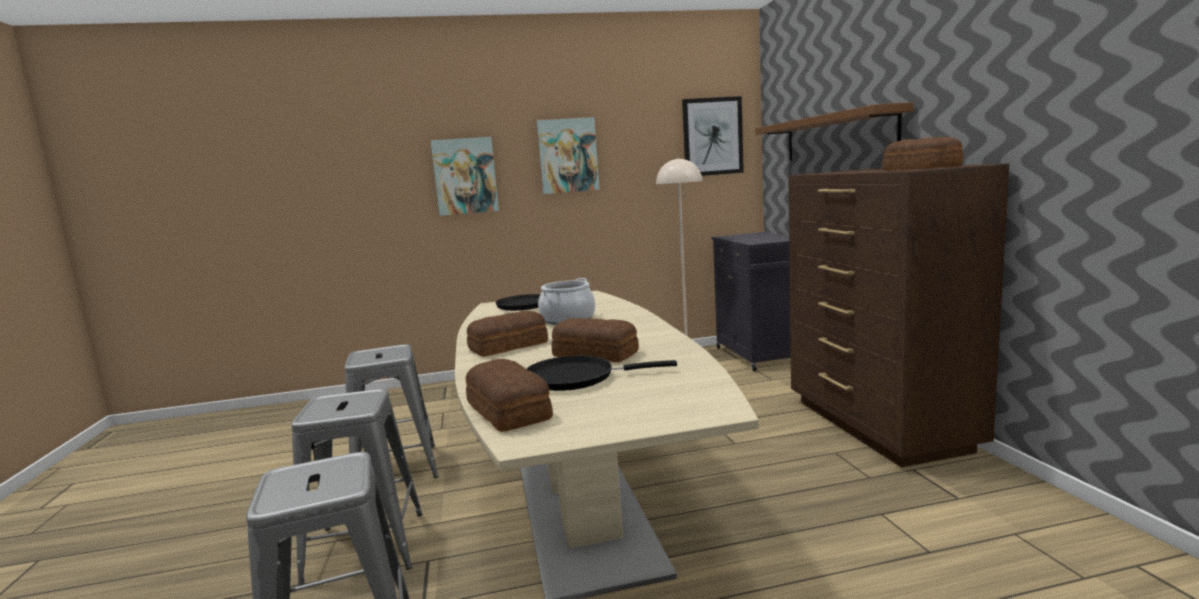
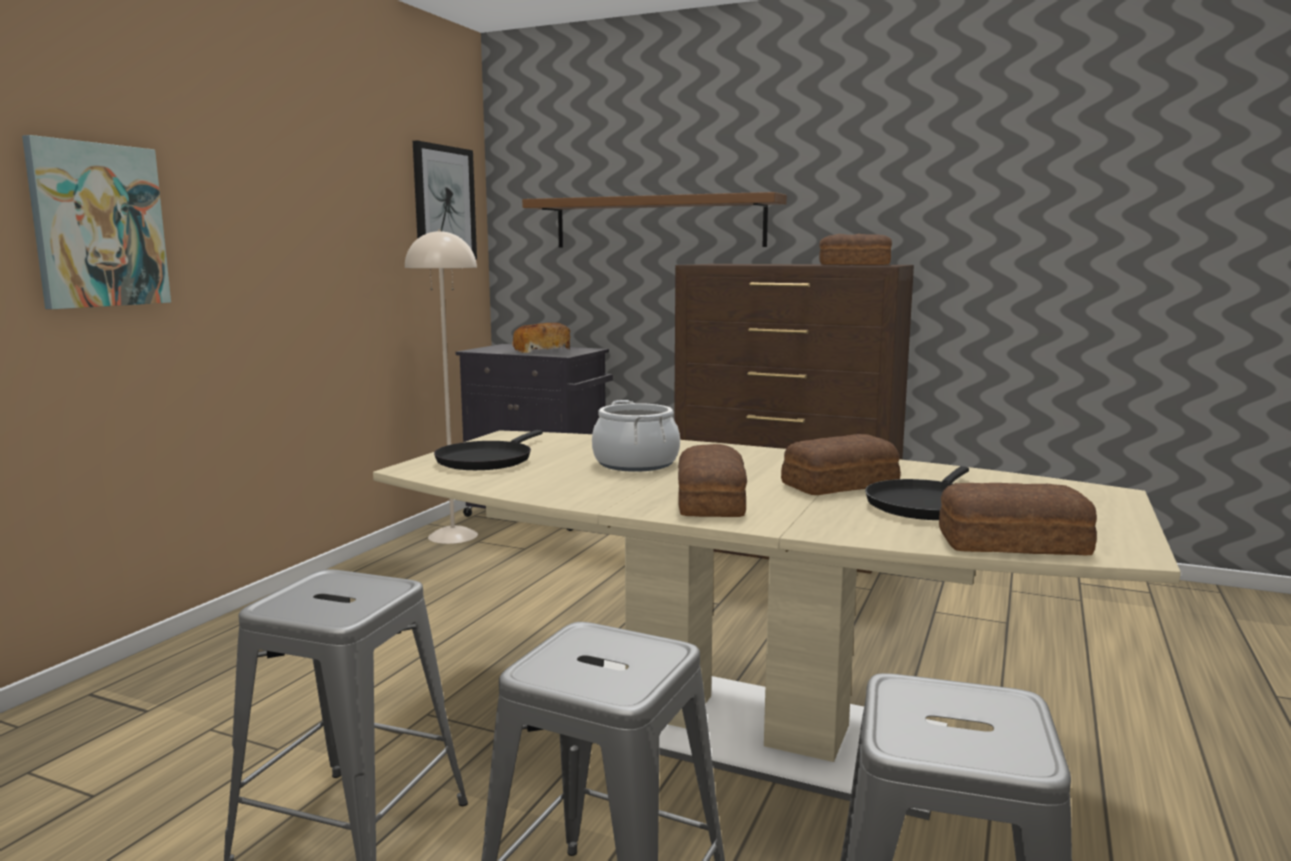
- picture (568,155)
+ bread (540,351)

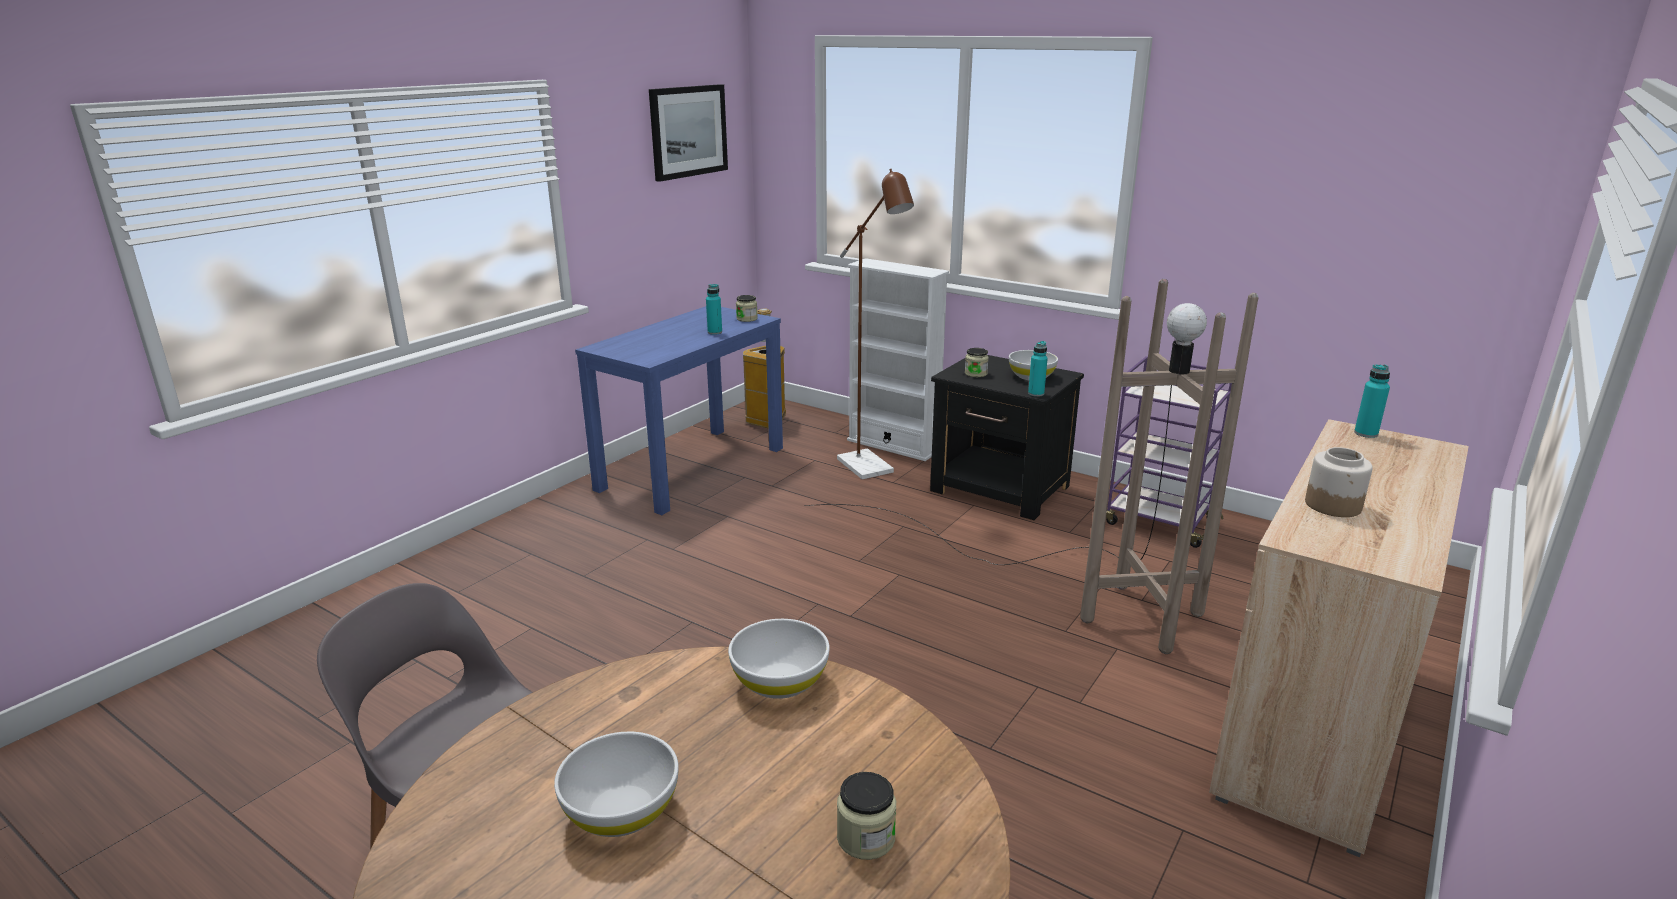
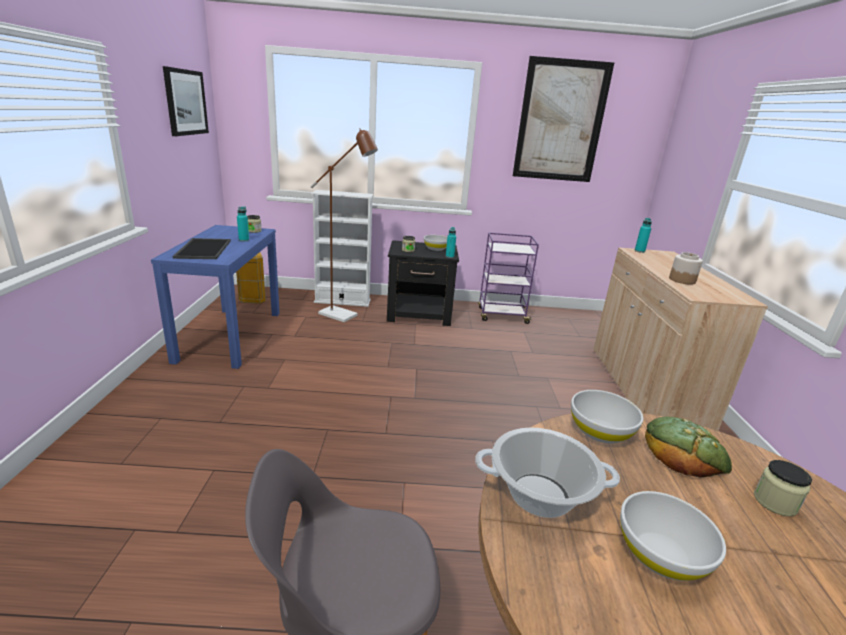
- brown floor lamp (1058,579)
+ tray (202,249)
+ cooking pot (540,495)
+ picture (560,121)
+ bread (684,451)

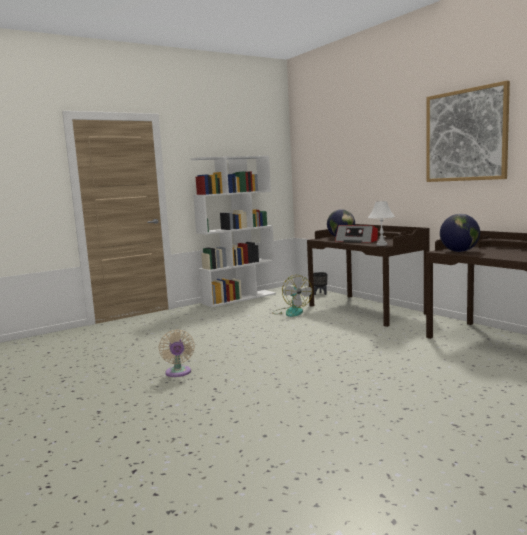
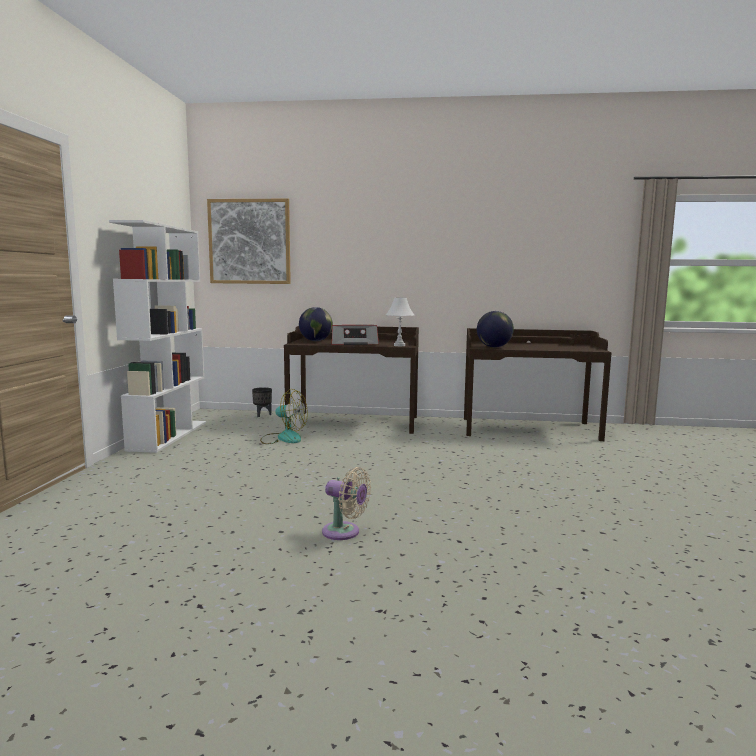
~ picture (465,135) to (249,242)

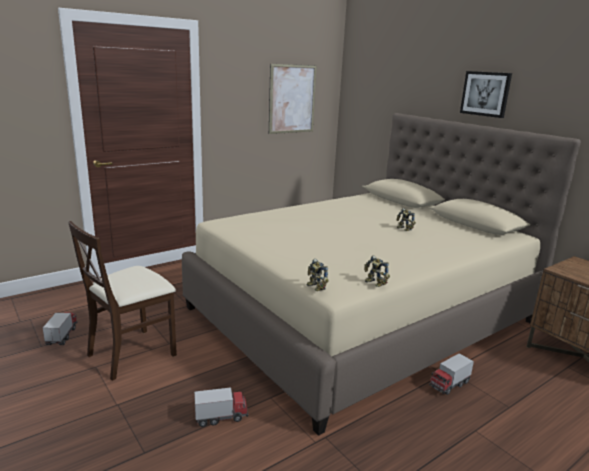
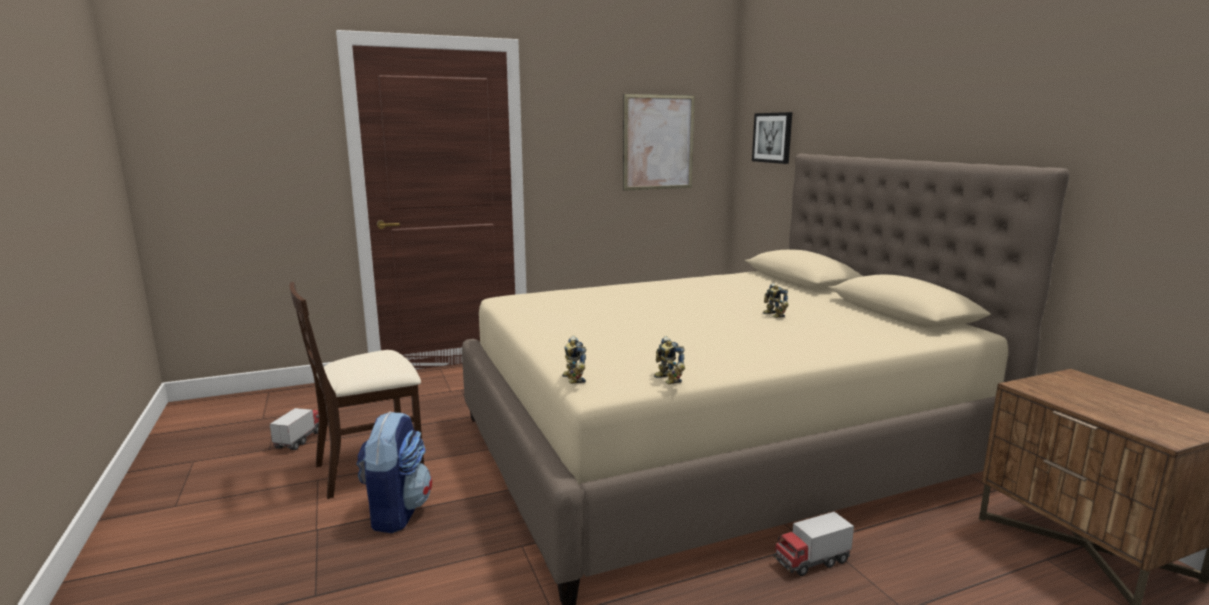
- toy truck (221,417)
~ picture (485,94) to (773,137)
+ backpack (396,512)

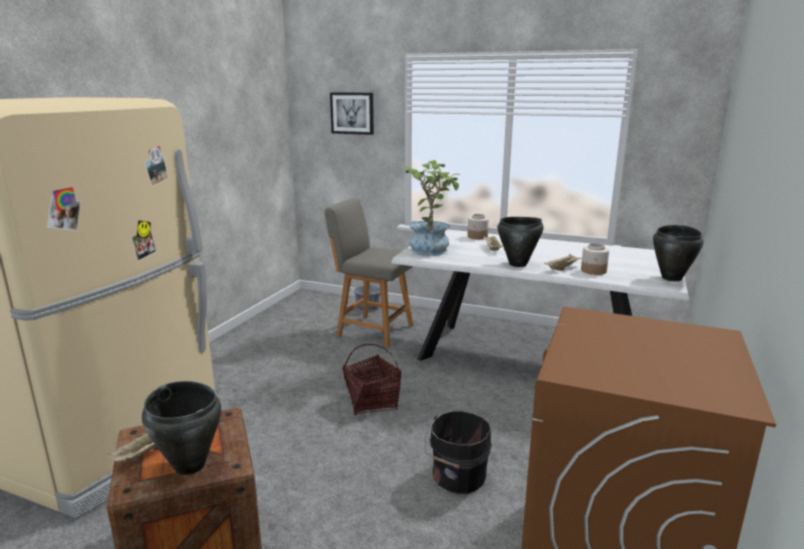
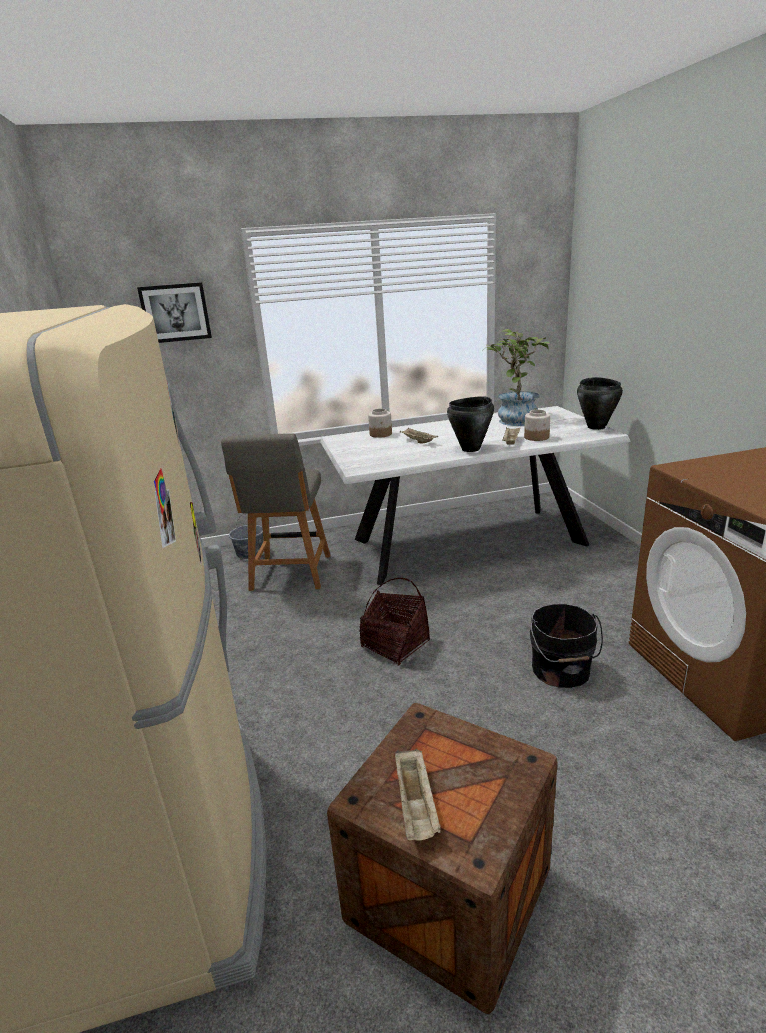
- black cooking pot (190,465)
~ grey chair (373,330) = (290,574) 75 degrees counterclockwise
~ potted plant (431,248) to (515,419)

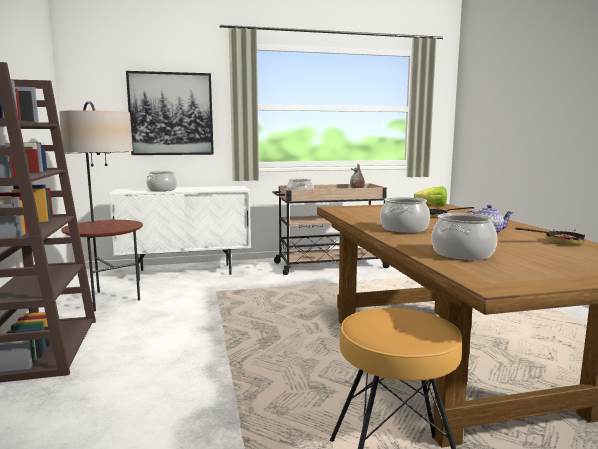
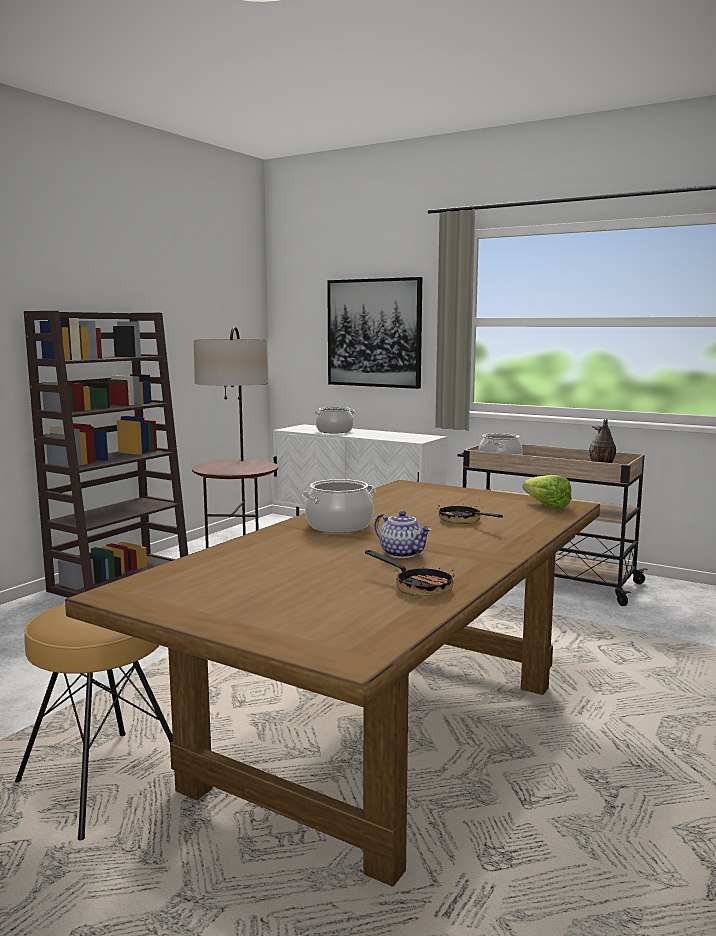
- cooking pot (462,254)

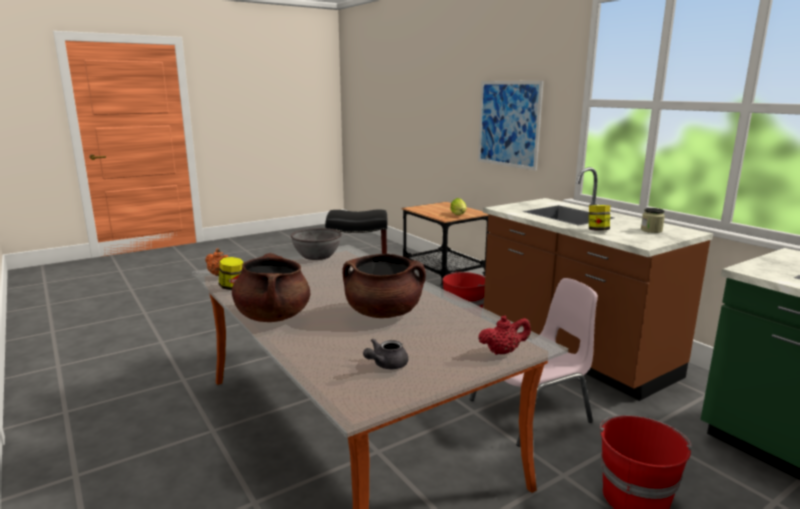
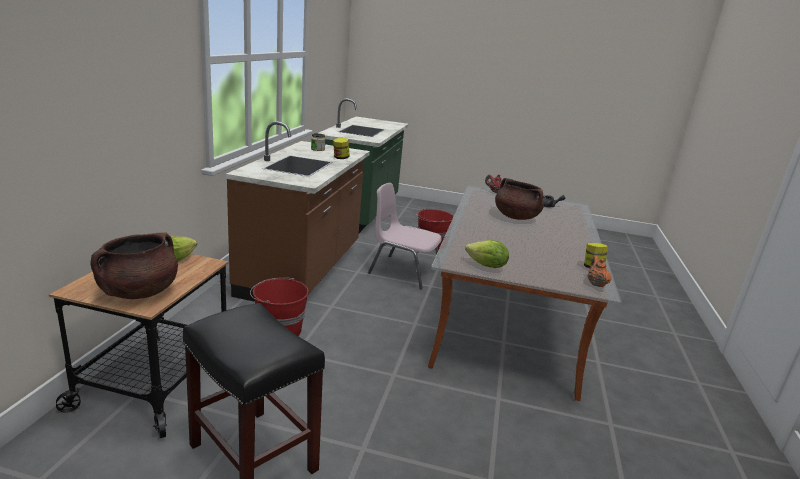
~ brown cooking pot (273,316) to (139,292)
~ grey bowl (317,256) to lettuce (486,266)
- picture (508,124)

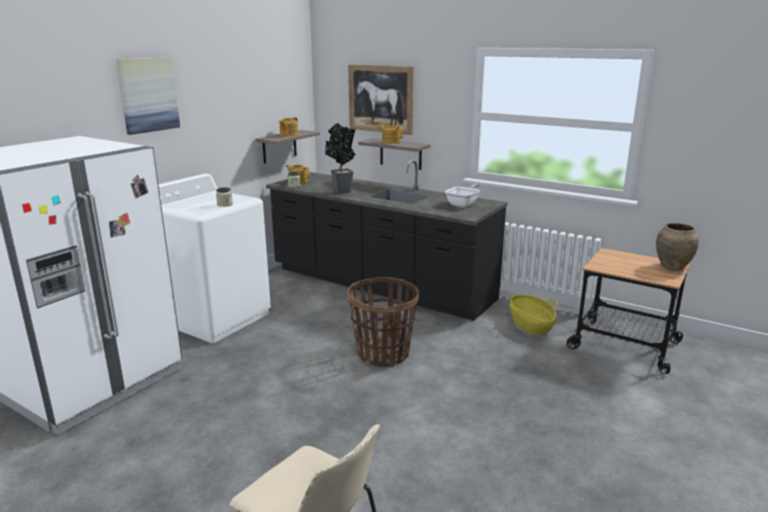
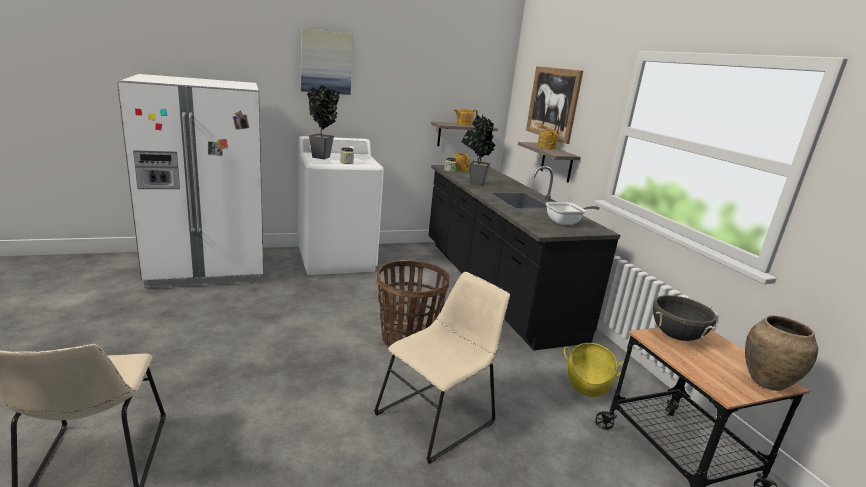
+ potted plant (322,158)
+ beige chair (438,416)
+ black cooking pot (676,336)

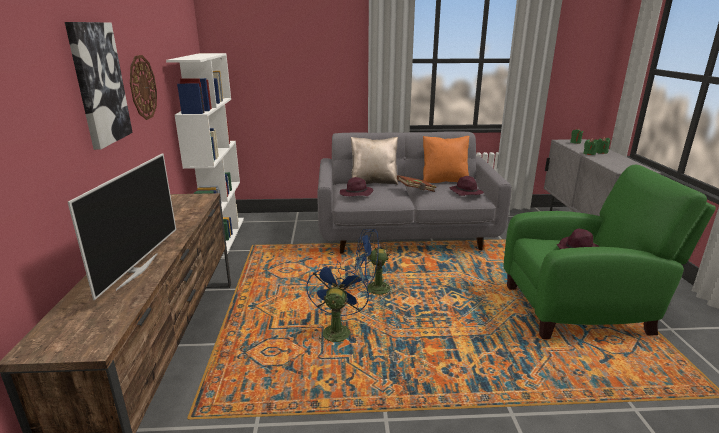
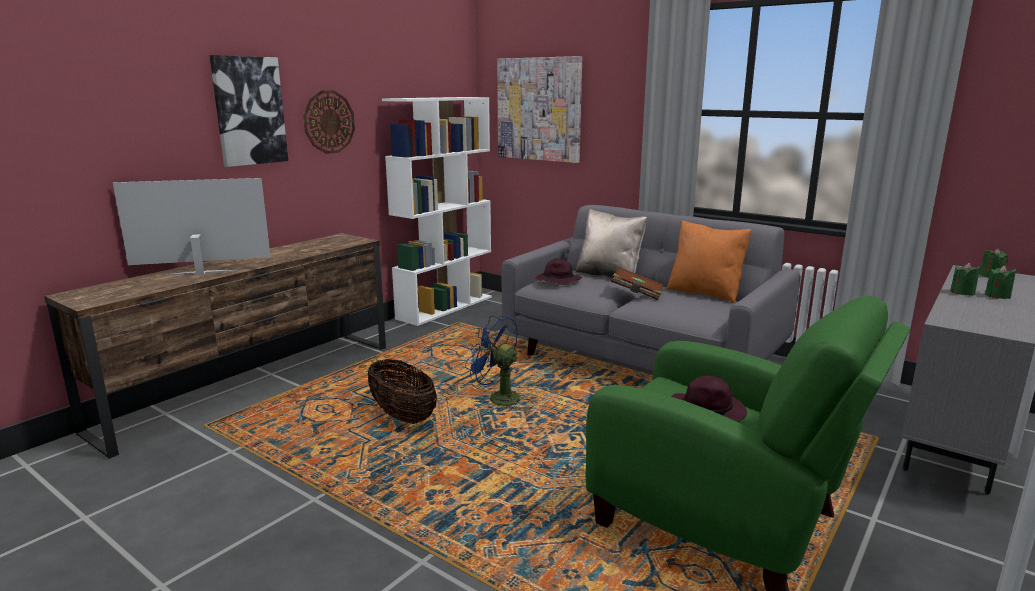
~ television (137,270) = (201,273) 150 degrees counterclockwise
~ blue fan (336,329) to basket (402,416)
- purple hat (465,192)
+ picture (539,109)

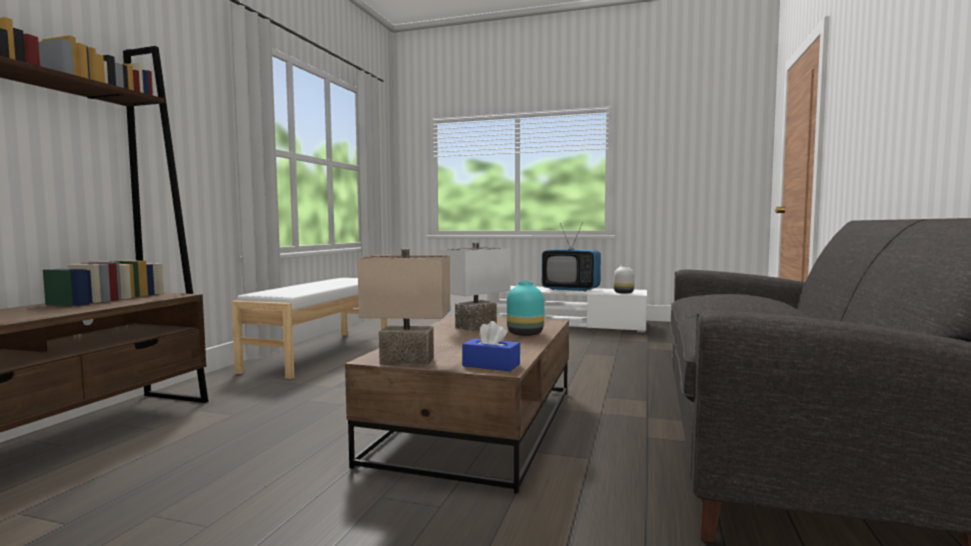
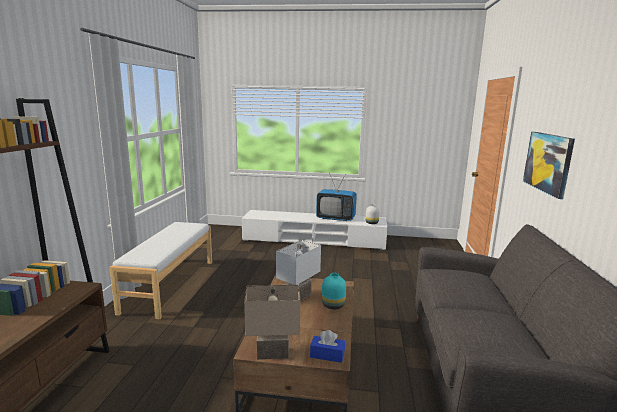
+ picture (548,162)

